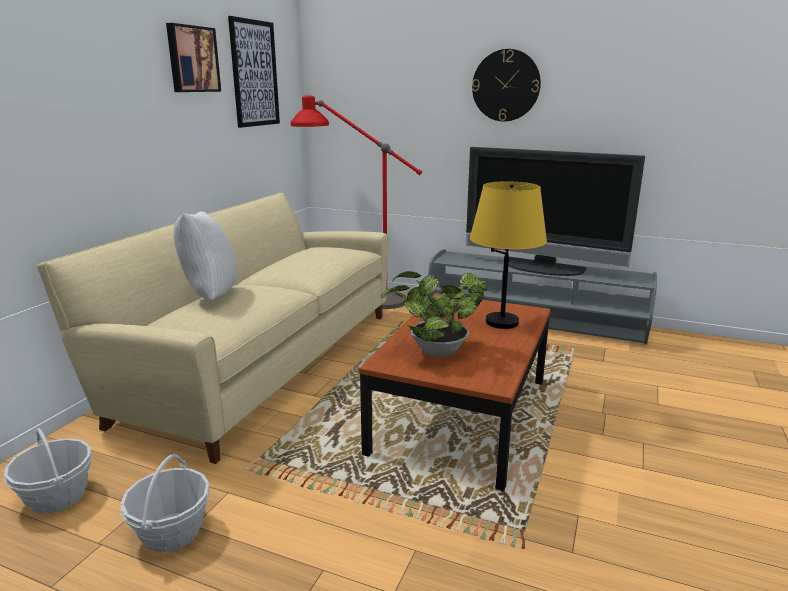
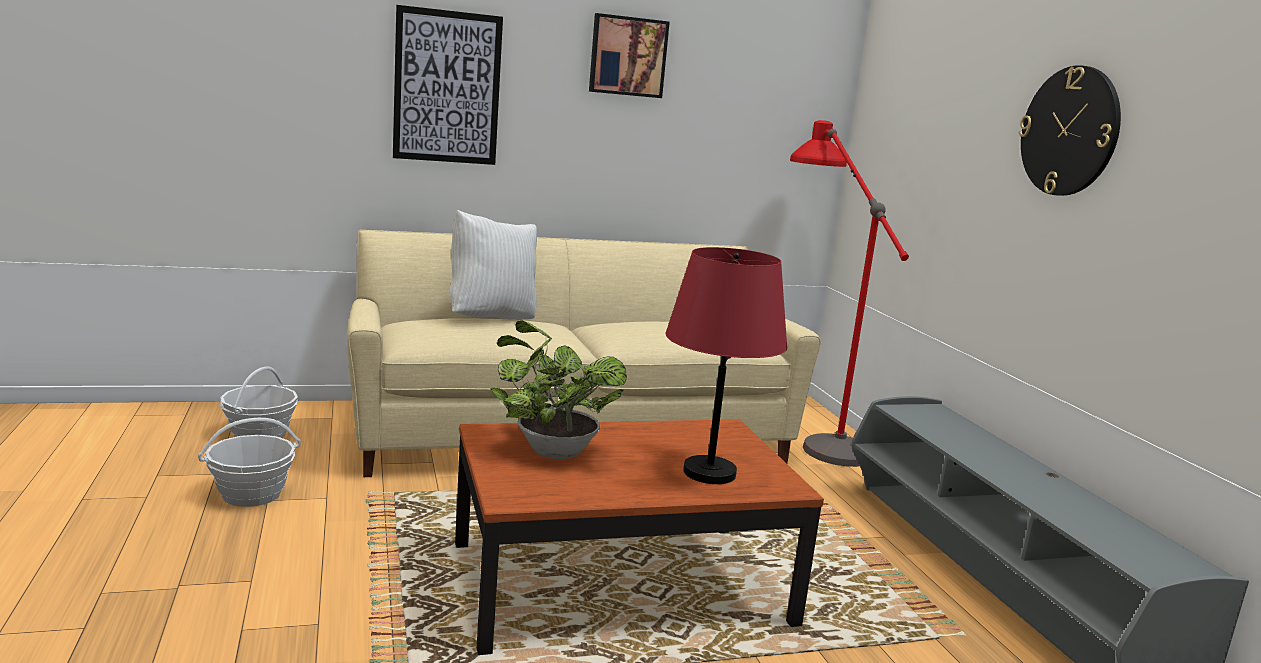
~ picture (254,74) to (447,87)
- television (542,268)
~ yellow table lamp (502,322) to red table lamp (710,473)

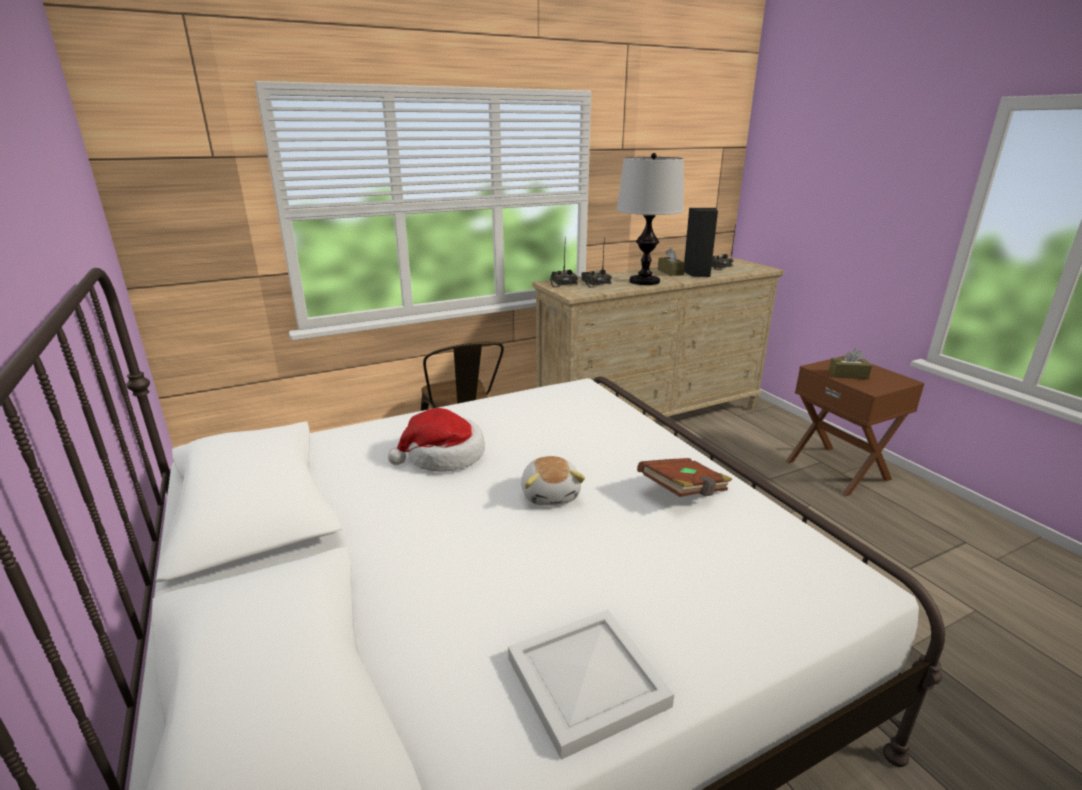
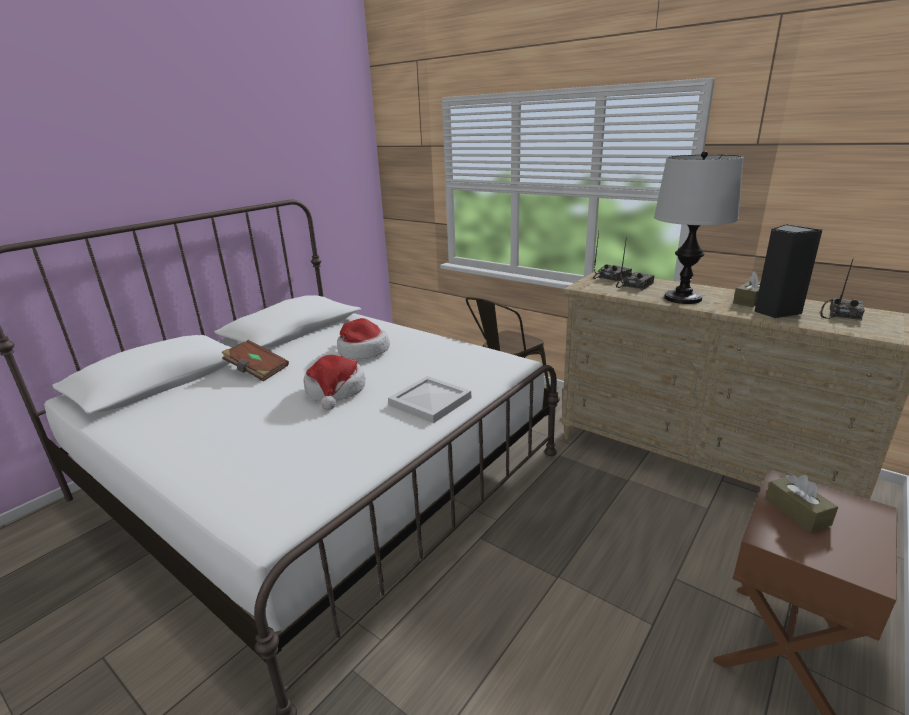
~ white tray (584,681) to (430,401)
~ plush toy (551,494) to hat (335,391)
~ brown book (684,492) to (257,370)

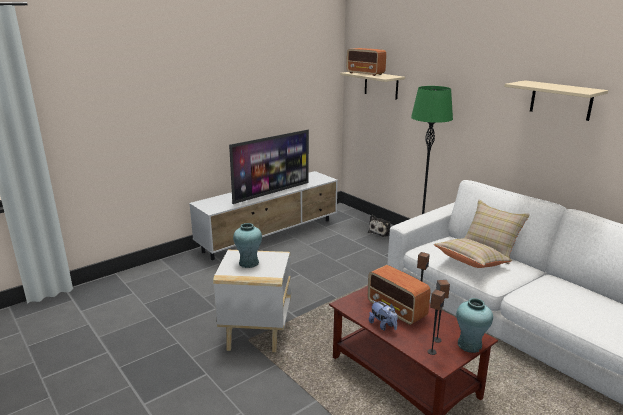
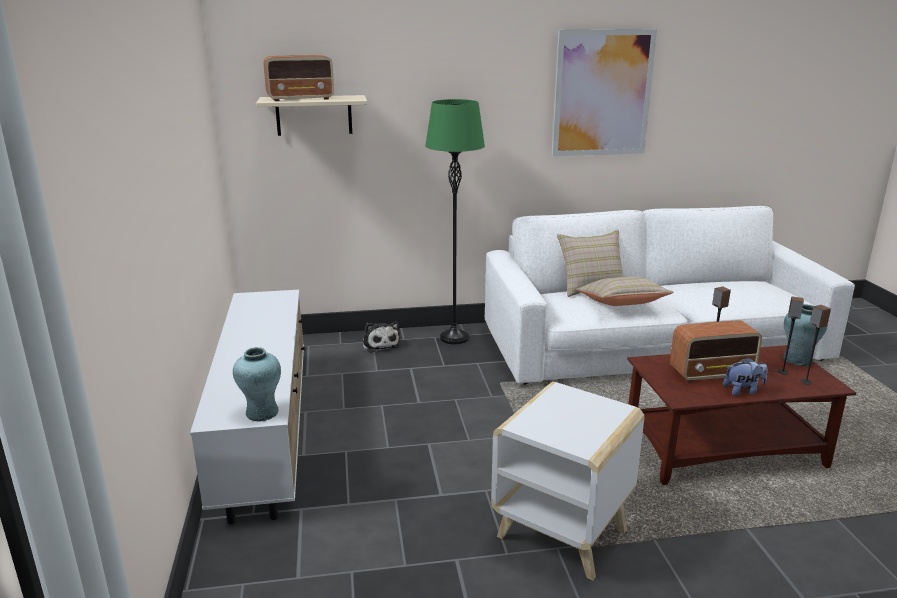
- television (271,192)
~ turquoise vase (248,263) to (262,413)
~ beige shelf (561,100) to picture (602,93)

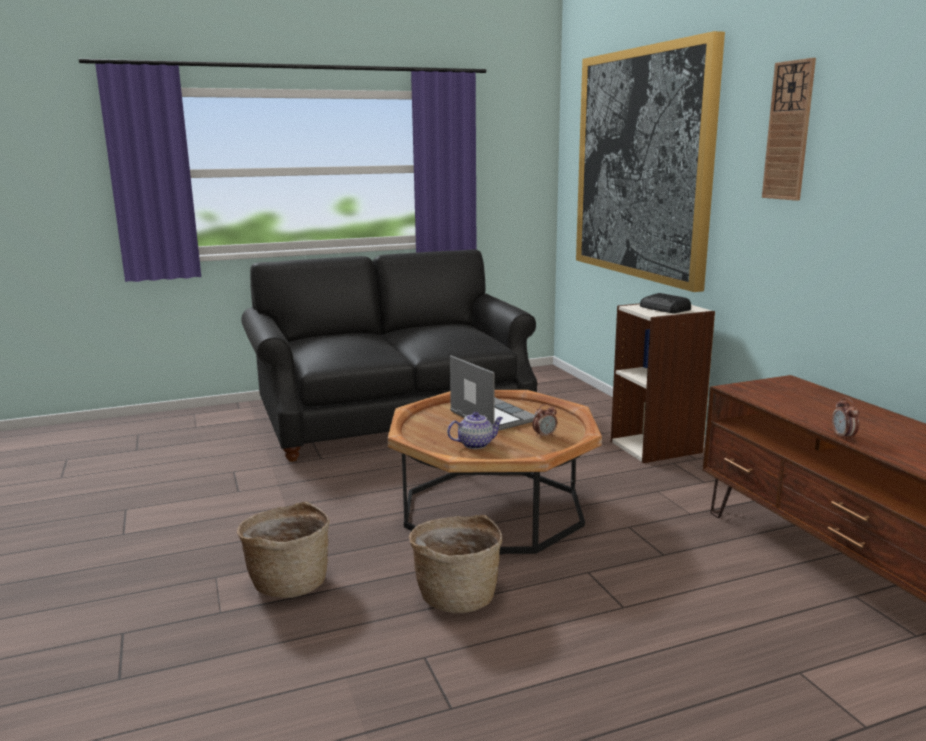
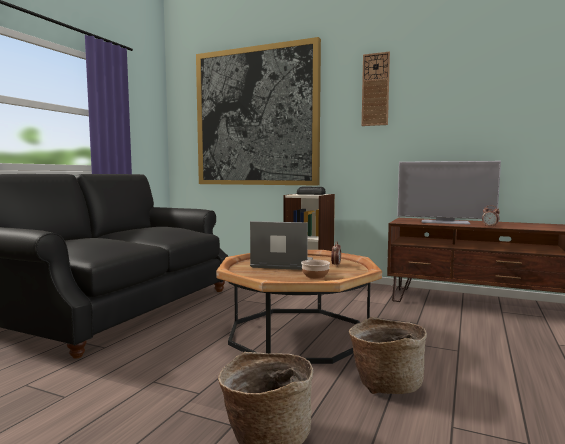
~ teapot (476,444) to bowl (315,276)
+ television (445,222)

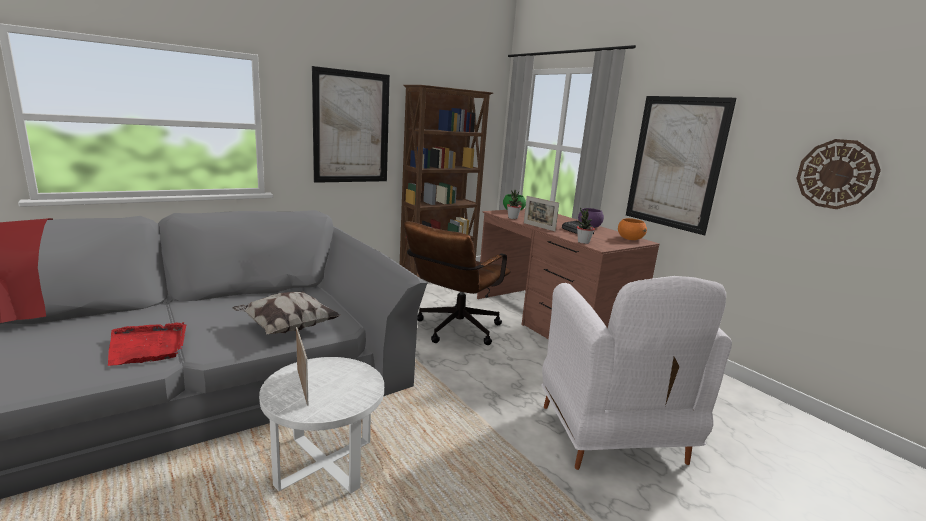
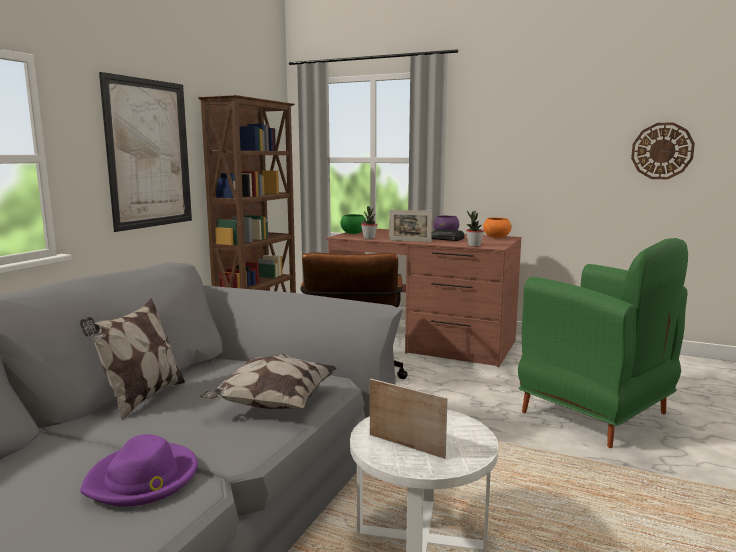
~ red tray (148,346) to purple hat (143,479)
~ white armchair (612,436) to green armchair (596,414)
- picture (675,163)
+ pillow (141,399)

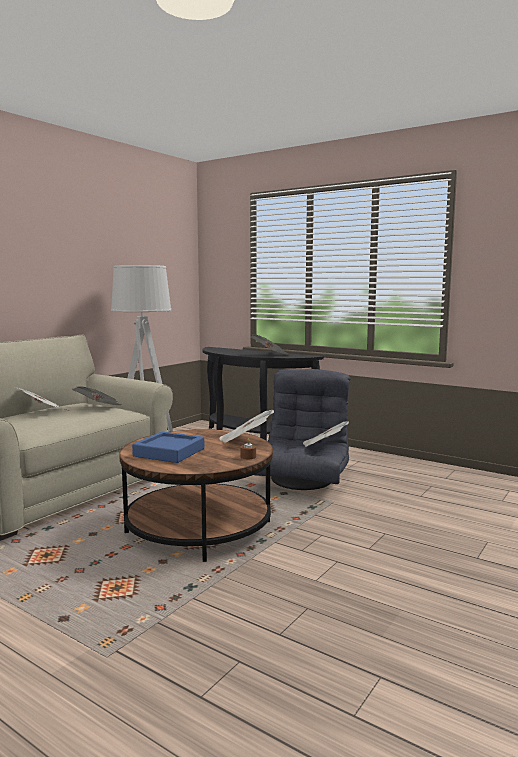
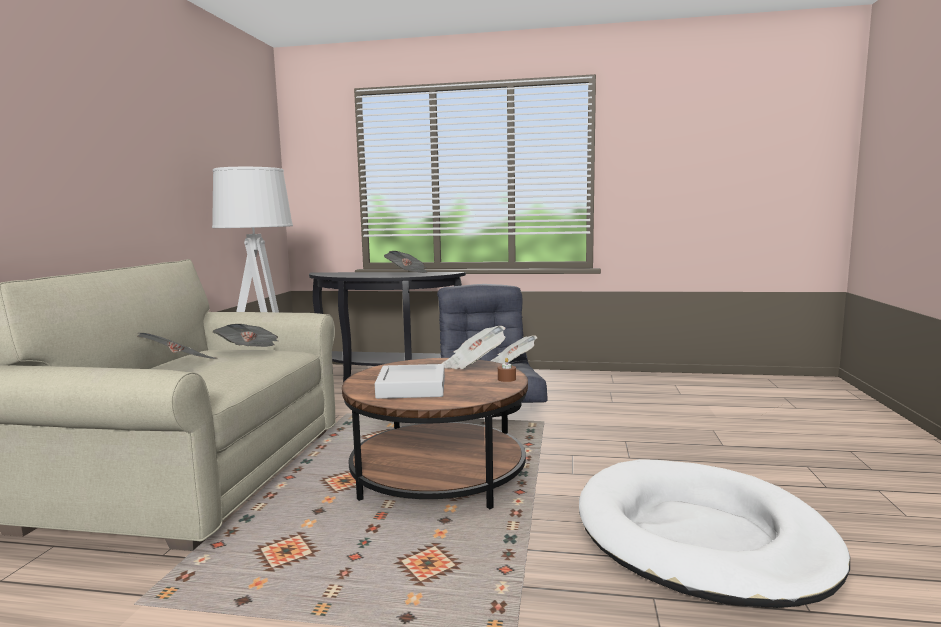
~ blue tray (169,452) to grey tray (411,388)
+ white dog bed (701,537)

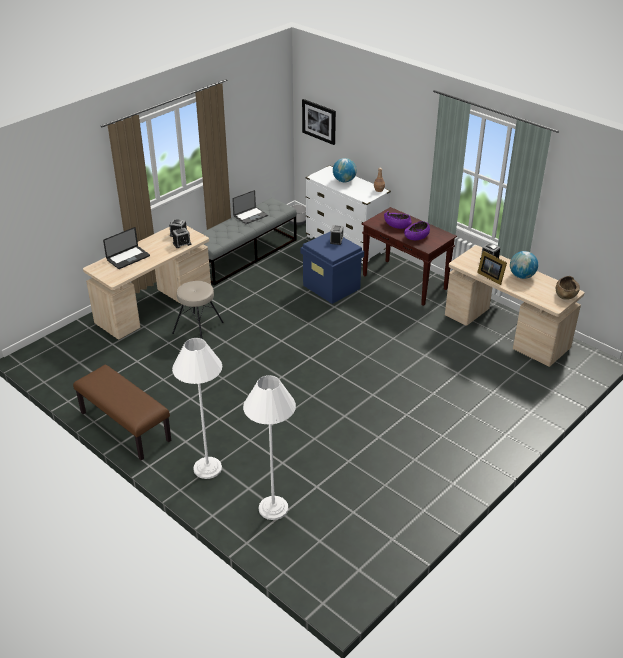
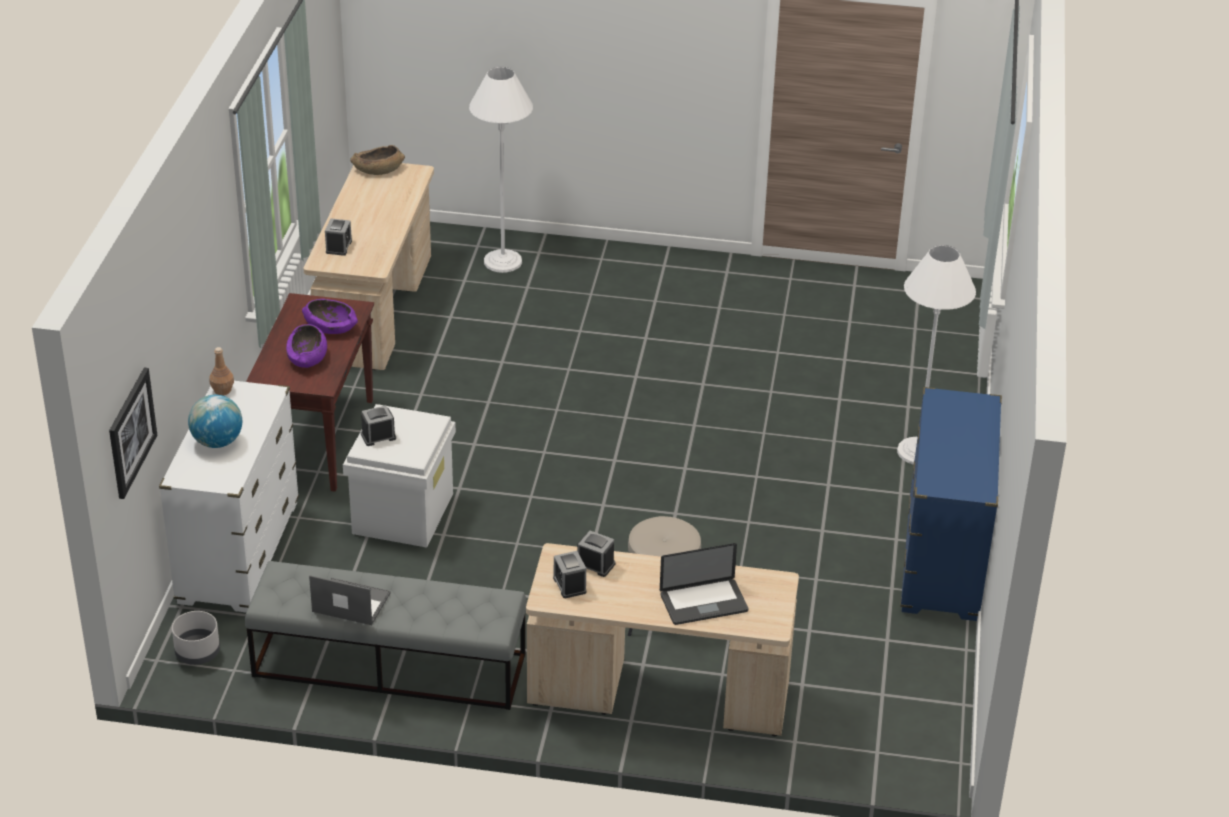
~ brown bench (124,427) to blue dresser (942,561)
~ laptop (128,258) = (703,603) 150 degrees clockwise
~ white floor lamp (273,508) to (502,261)
~ blue storage box (332,287) to white storage box (402,512)
- picture frame (490,276)
- globe (521,276)

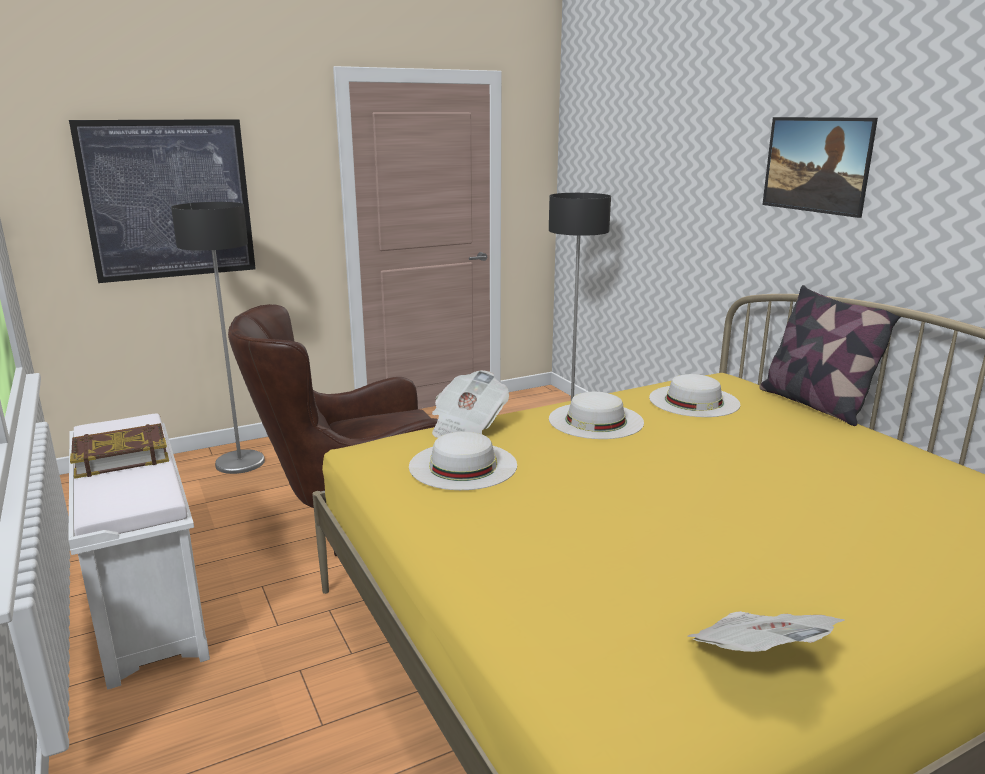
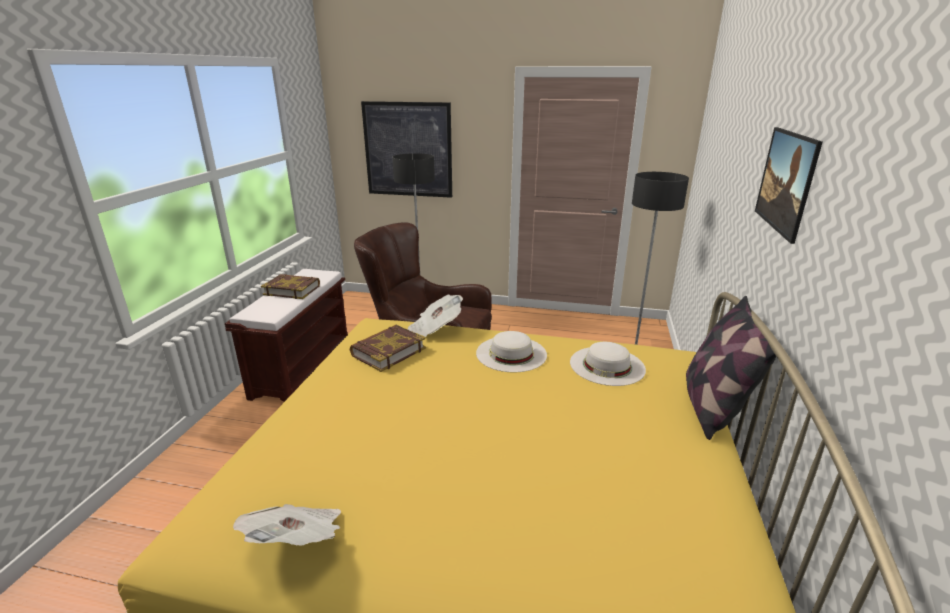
~ white bench (147,603) to brown bench (302,368)
~ white hat (463,465) to book (388,352)

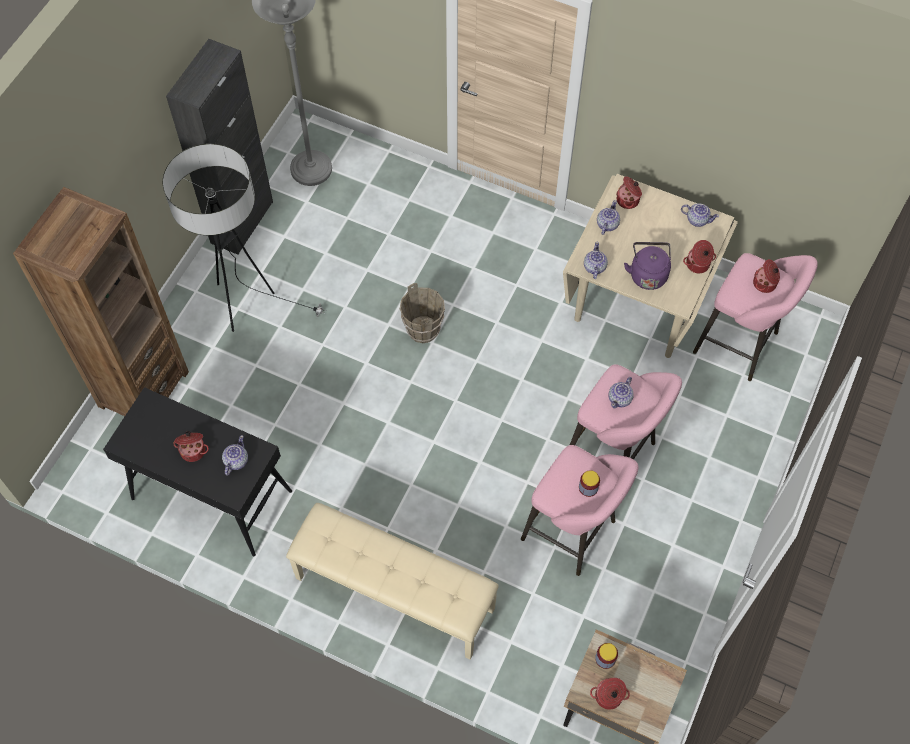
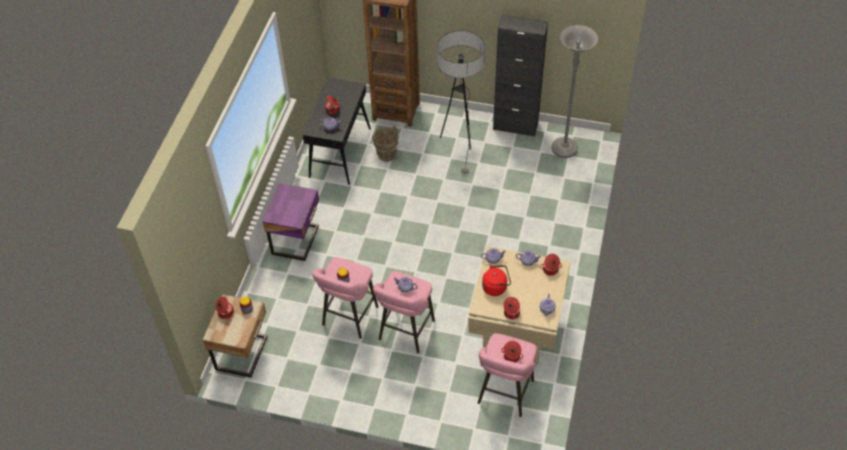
~ beige bench (393,594) to purple nightstand (297,240)
~ brown bucket (423,330) to (387,155)
~ purple kettle (647,274) to red kettle (496,287)

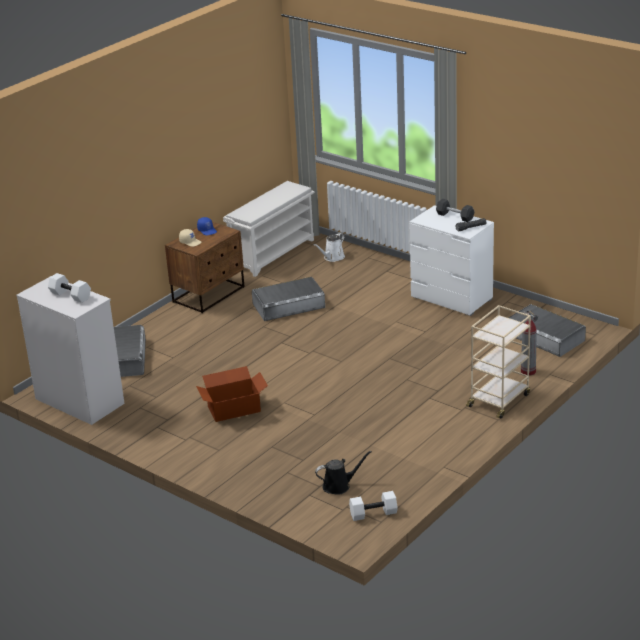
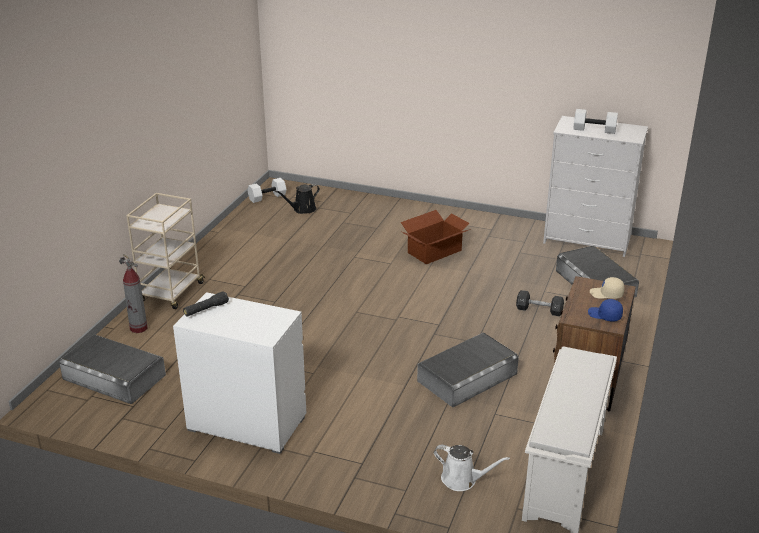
~ white watering can (332,258) = (462,480) 90 degrees clockwise
~ black dumbbell (455,216) to (539,310)

